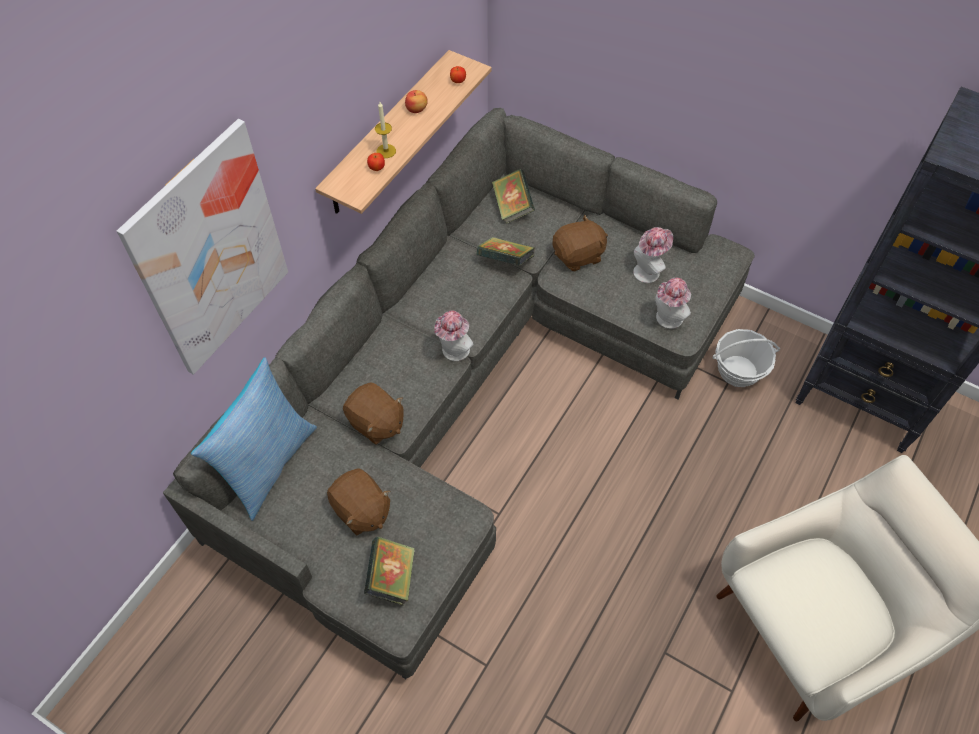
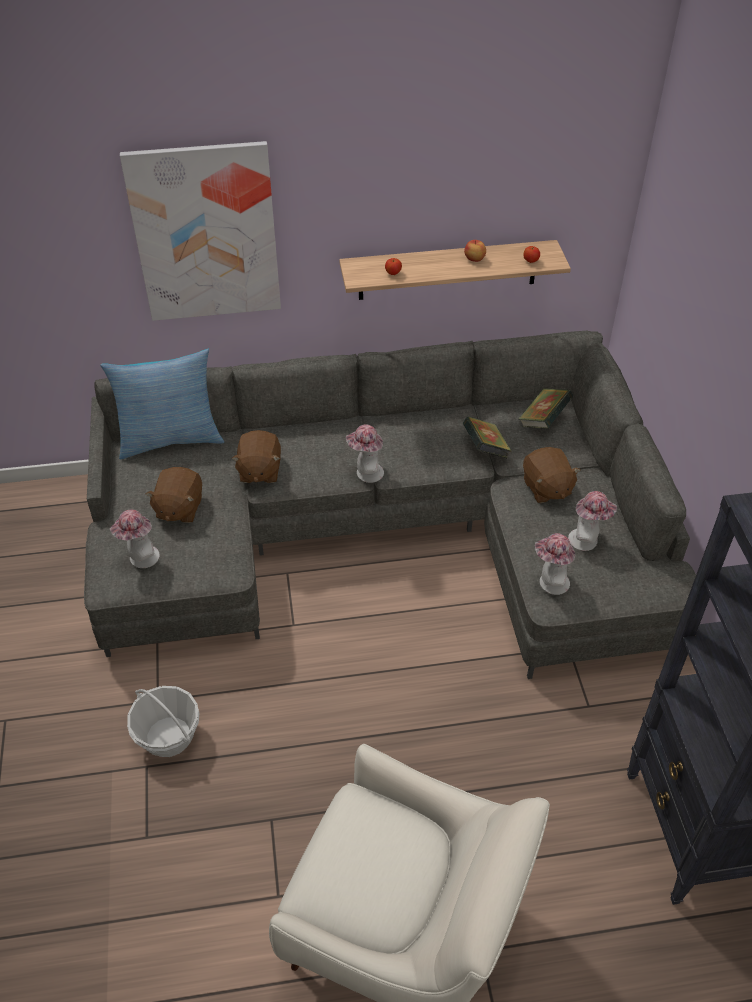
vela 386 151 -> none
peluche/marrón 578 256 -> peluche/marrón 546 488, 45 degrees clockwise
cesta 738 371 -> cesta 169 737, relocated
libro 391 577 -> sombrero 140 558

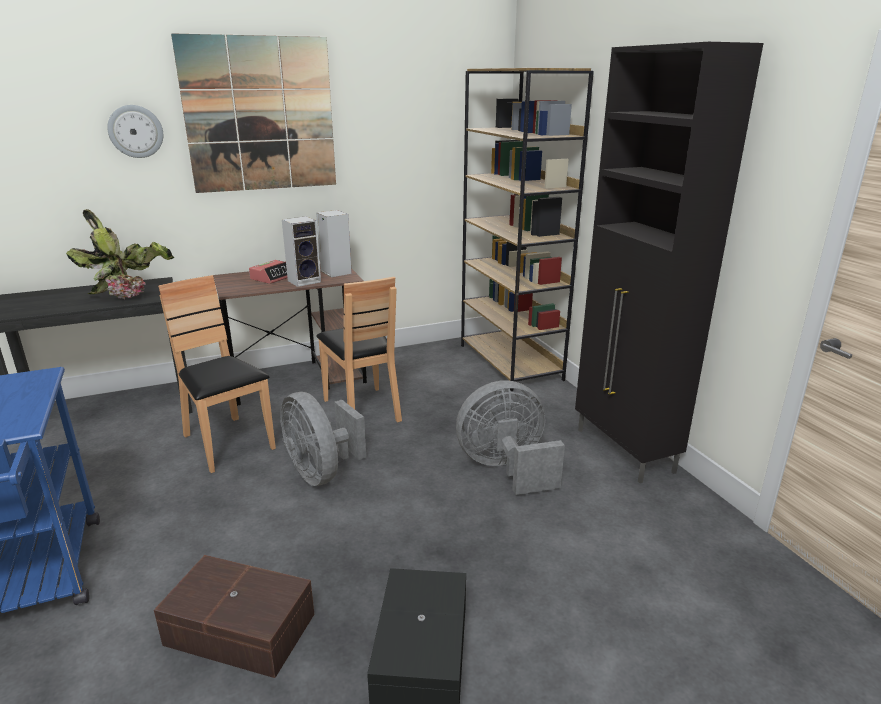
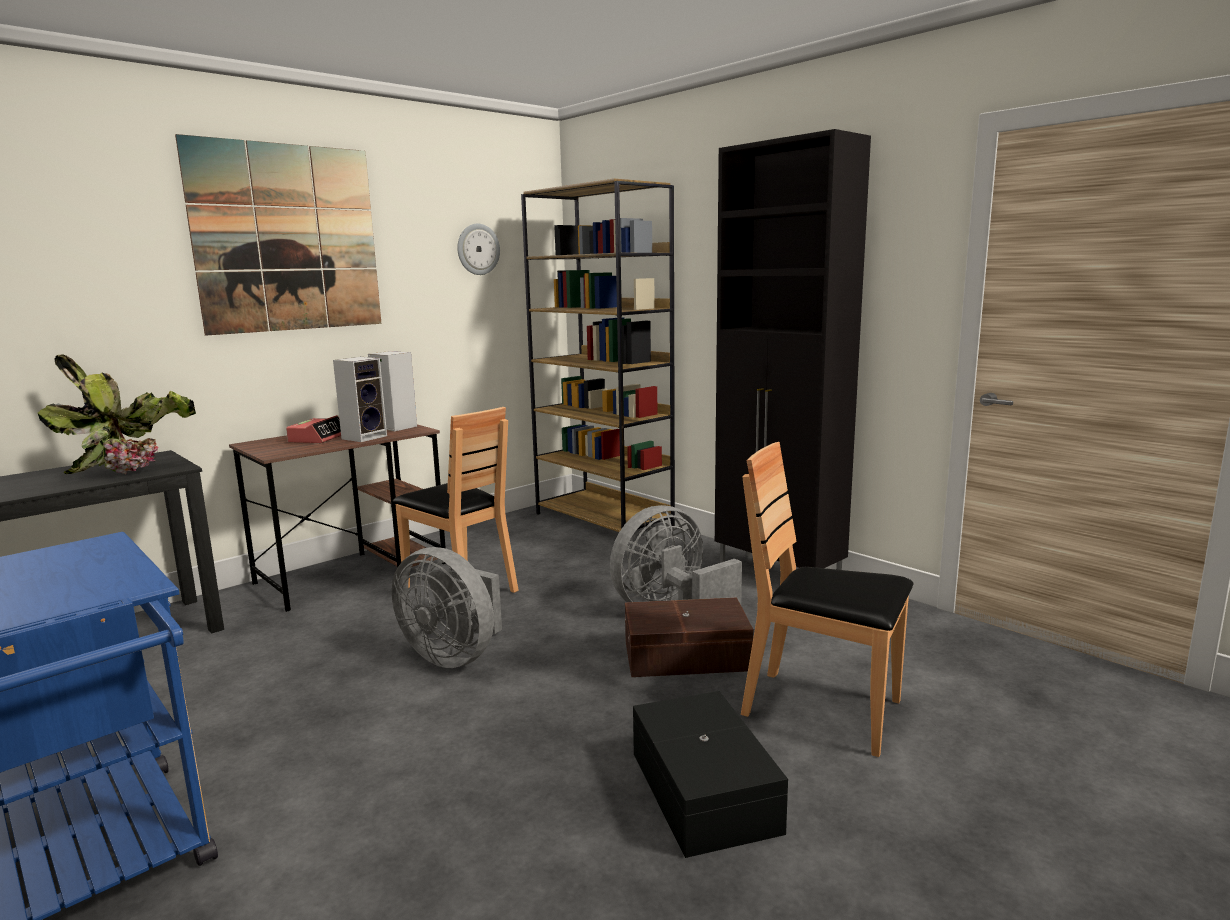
reloj de pared 136 131 -> reloj de pared 478 249, relocated
silla/marrón 227 443 -> silla/marrón 823 710, relocated
caja de almacenaje/marrón 240 631 -> caja de almacenaje/marrón 687 656, relocated

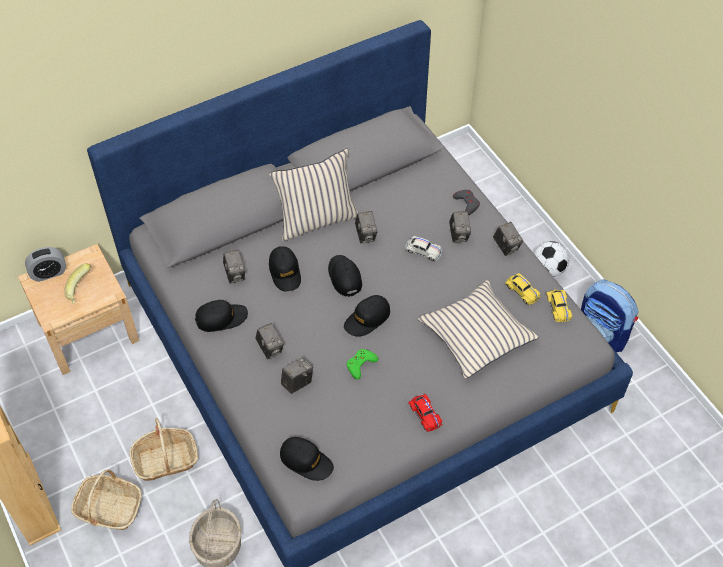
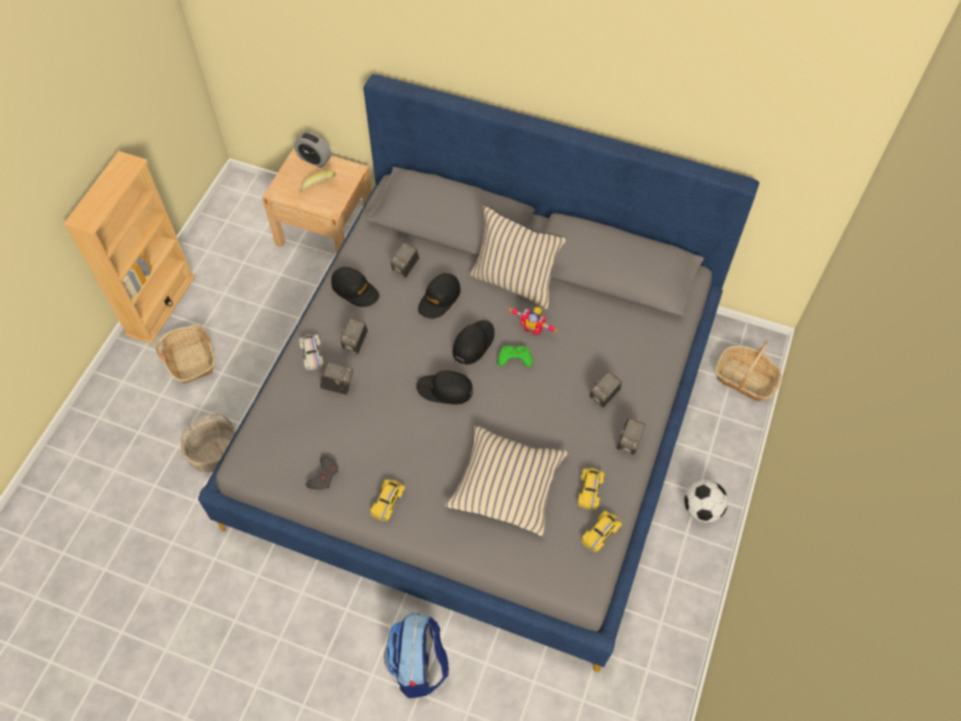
mando de consola/gris 467 203 -> mando de consola/gris 324 475, relocated
cámara 366 235 -> robot de juguete 533 328
coche de juguete/blanco 423 251 -> coche de juguete/blanco 312 354, relocated
mochila 602 333 -> mochila 418 665, relocated
mando de consola/verde 360 365 -> mando de consola/verde 514 358, relocated
coche de juguete/rojo 425 414 -> coche de juguete/amarillo 388 501
cesta 166 460 -> cesta 745 379, relocated
gorra/negro 306 461 -> none

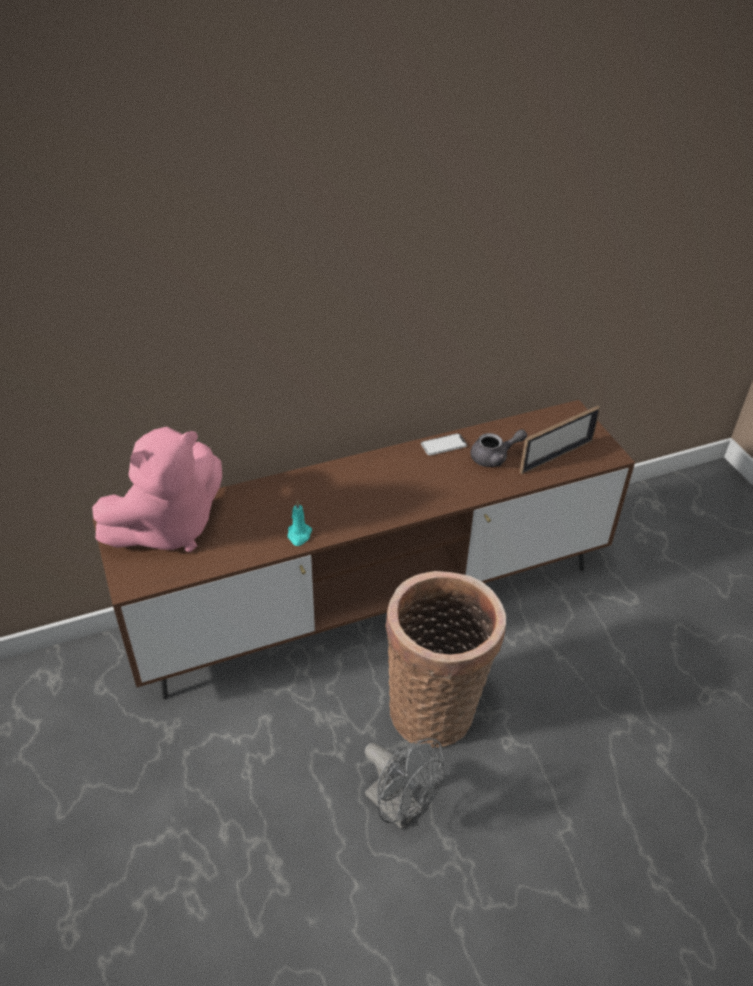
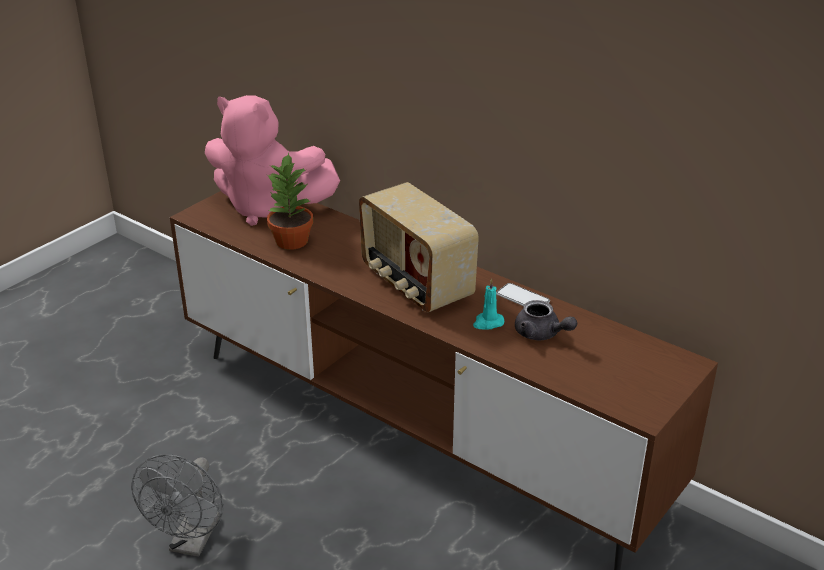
portarretratos 556 456 -> none
vela/turquesa 299 535 -> vela/turquesa 488 323, relocated
cesta 435 707 -> none
none -> planta en maceta 291 241
none -> radio 415 284

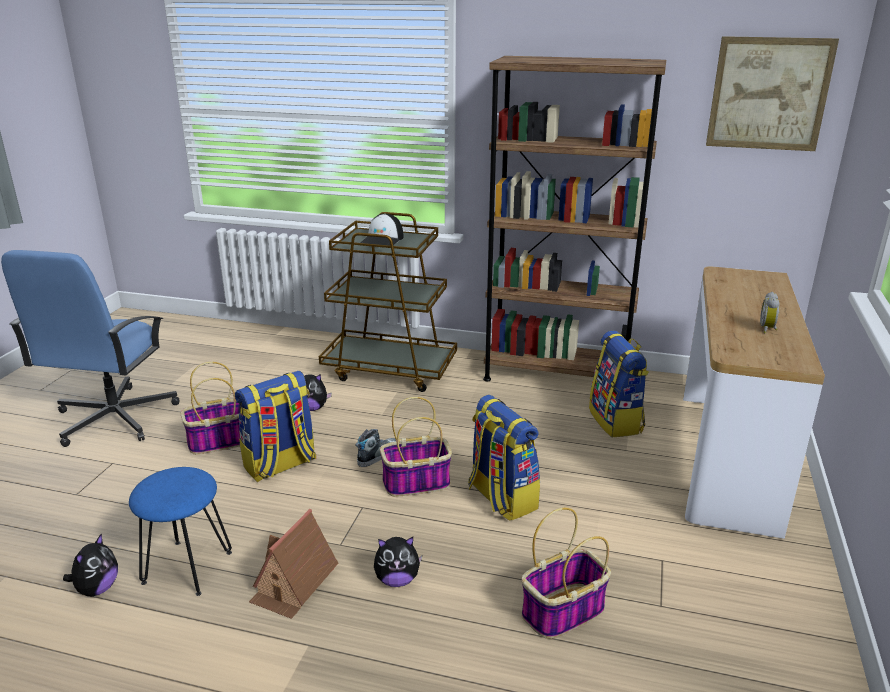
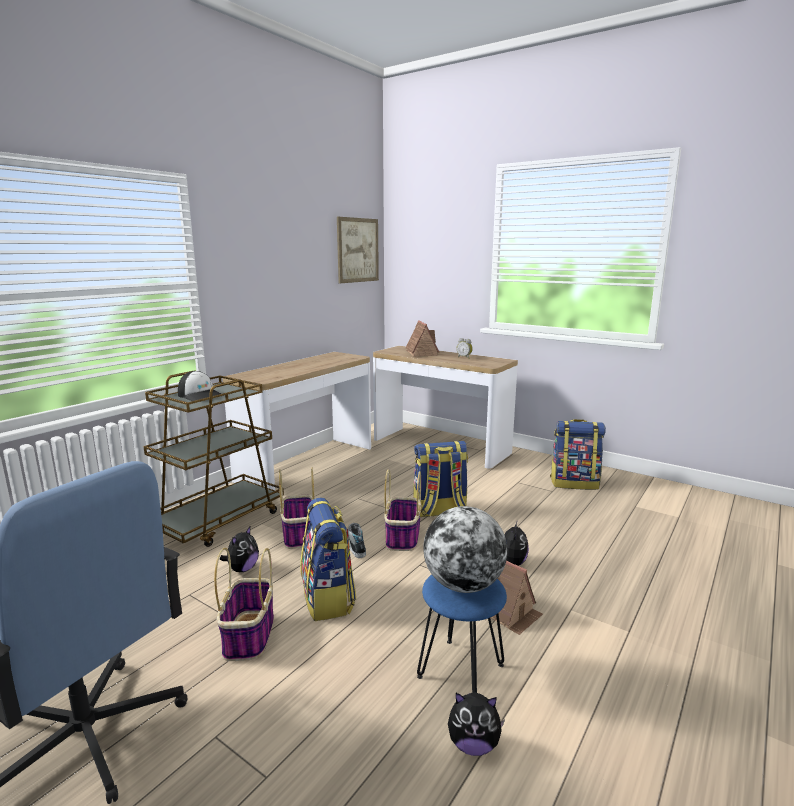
estantería/marrón 556 375 -> mesa consola 307 464
mochila 616 421 -> mochila 574 483, relocated
cesta 562 612 -> cesta 299 535, relocated
peluche 97 589 -> peluche 473 744, 150 degrees clockwise
none -> casita 421 353
none -> globo terráqueo 463 585

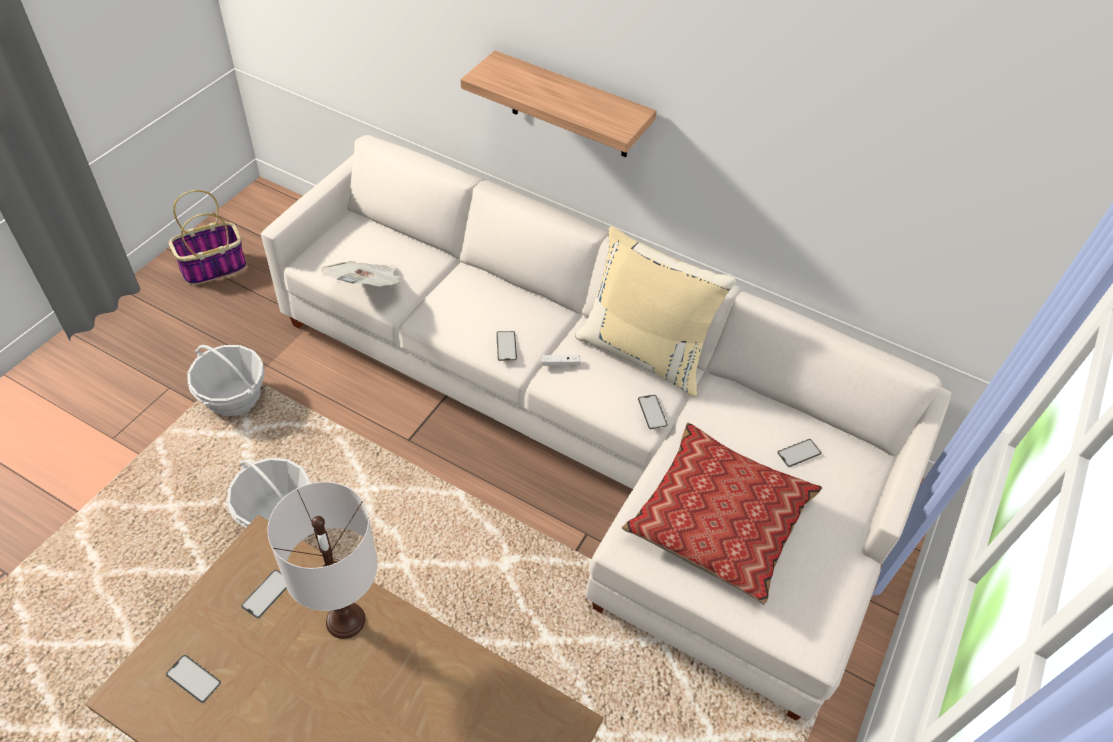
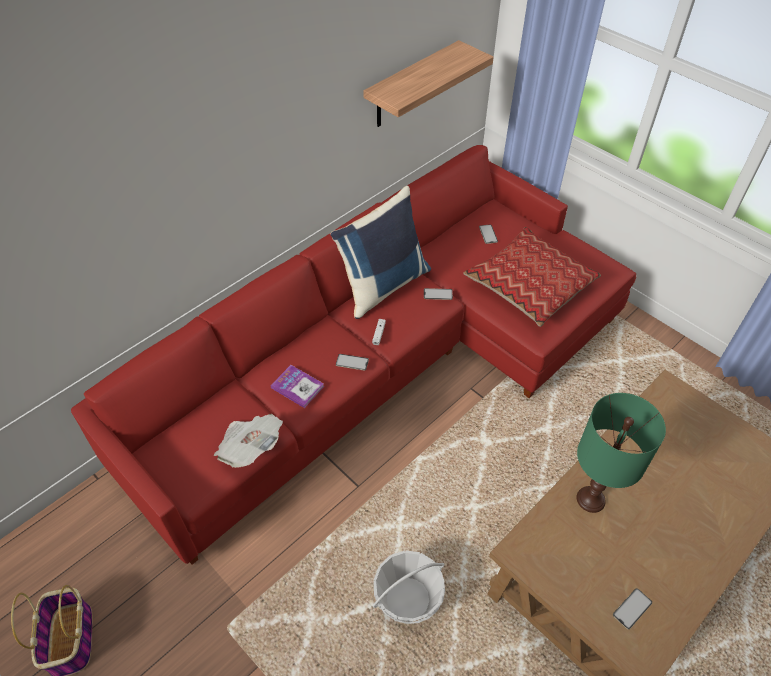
estante 571 107 -> estante 412 86, relocated
sofá/blanco 599 432 -> sofá/rojo 387 360
cojín/beis 644 353 -> cojín/azul 383 285
cesta 234 398 -> none
lámpara de mesa/blanco 345 621 -> lámpara de mesa/verde 591 499
móvil 267 594 -> none
none -> libro 297 387

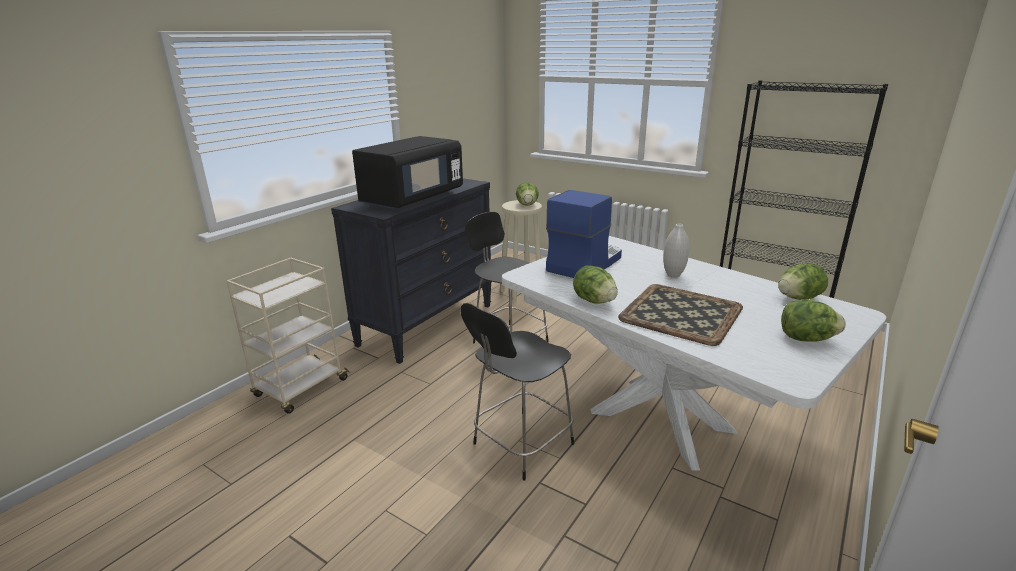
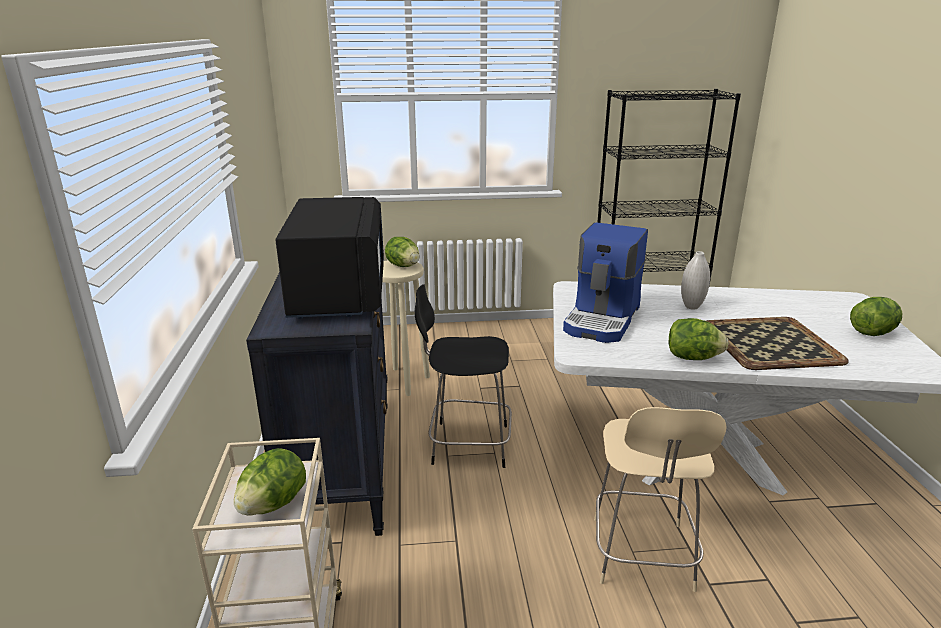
cafetera 584 263 -> cafetera 603 320, 150 degrees counterclockwise
lechuga 798 298 -> lechuga 273 504, relocated
silla/negro 520 445 -> silla/beis 642 556

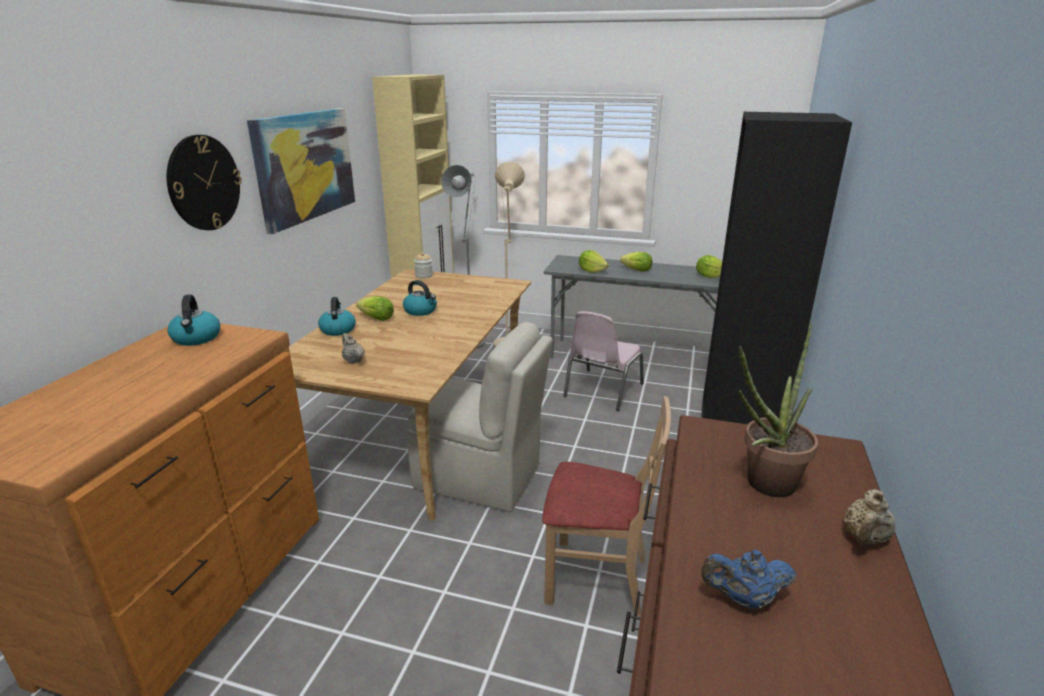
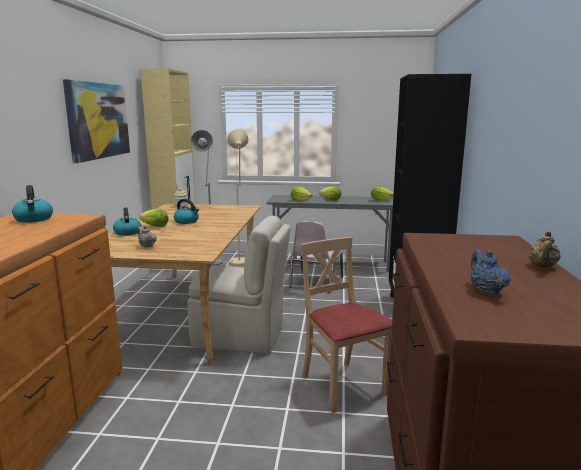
reloj de pared 204 183 -> none
planta en maceta 763 486 -> none
silla/beis 596 578 -> silla/beis 342 385, 120 degrees counterclockwise
tetera/azul 743 599 -> tetera/azul 485 290, 90 degrees clockwise

